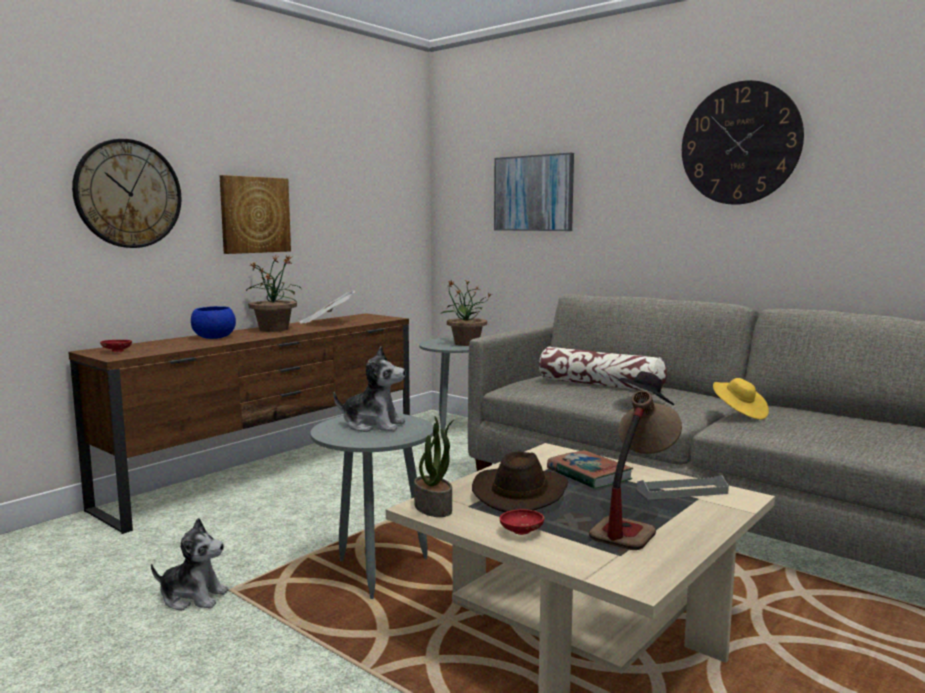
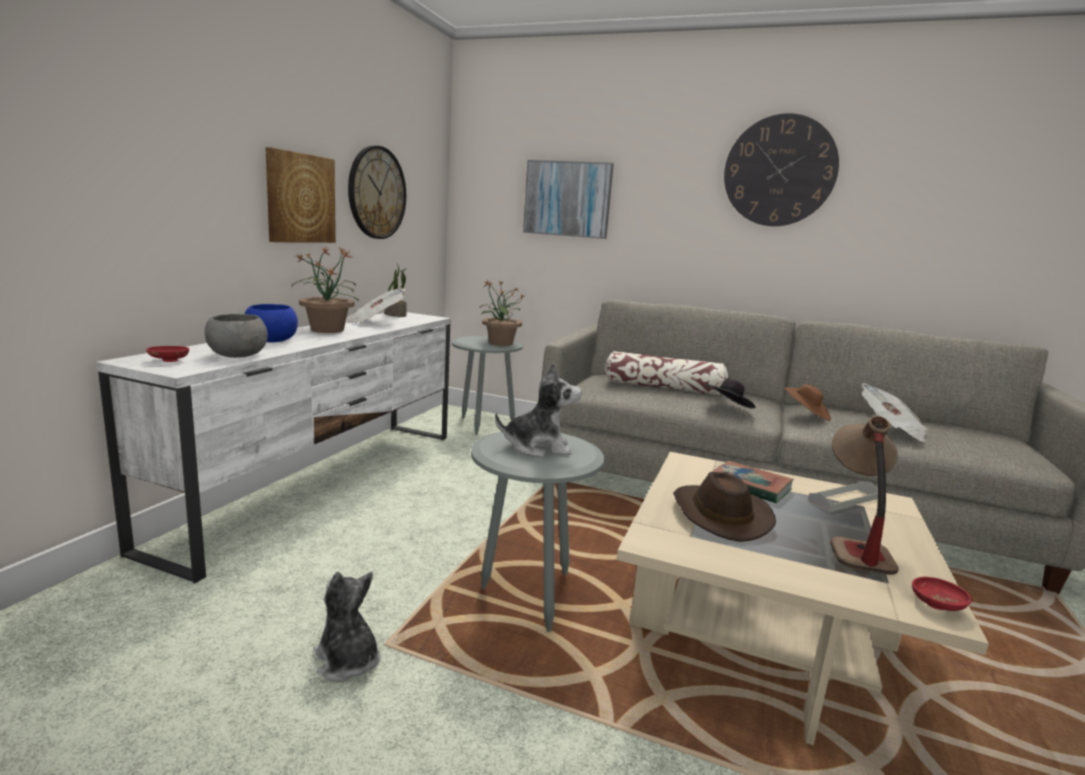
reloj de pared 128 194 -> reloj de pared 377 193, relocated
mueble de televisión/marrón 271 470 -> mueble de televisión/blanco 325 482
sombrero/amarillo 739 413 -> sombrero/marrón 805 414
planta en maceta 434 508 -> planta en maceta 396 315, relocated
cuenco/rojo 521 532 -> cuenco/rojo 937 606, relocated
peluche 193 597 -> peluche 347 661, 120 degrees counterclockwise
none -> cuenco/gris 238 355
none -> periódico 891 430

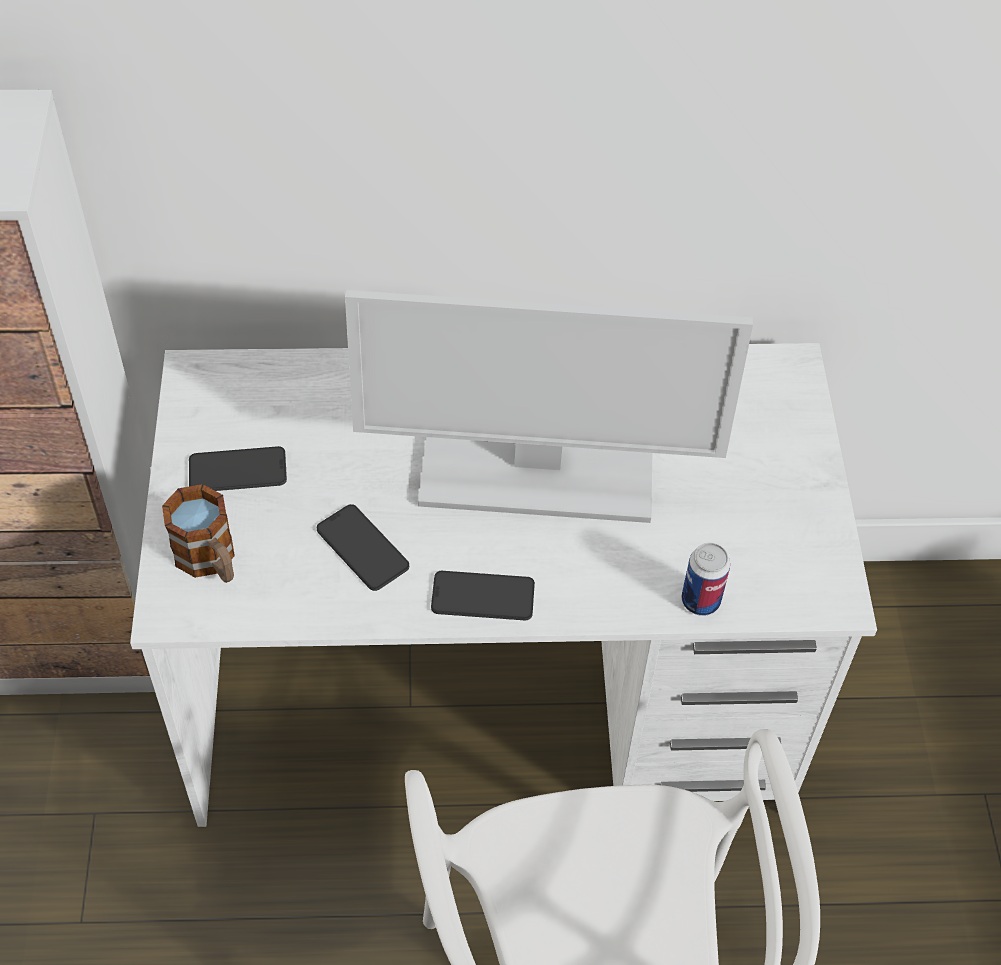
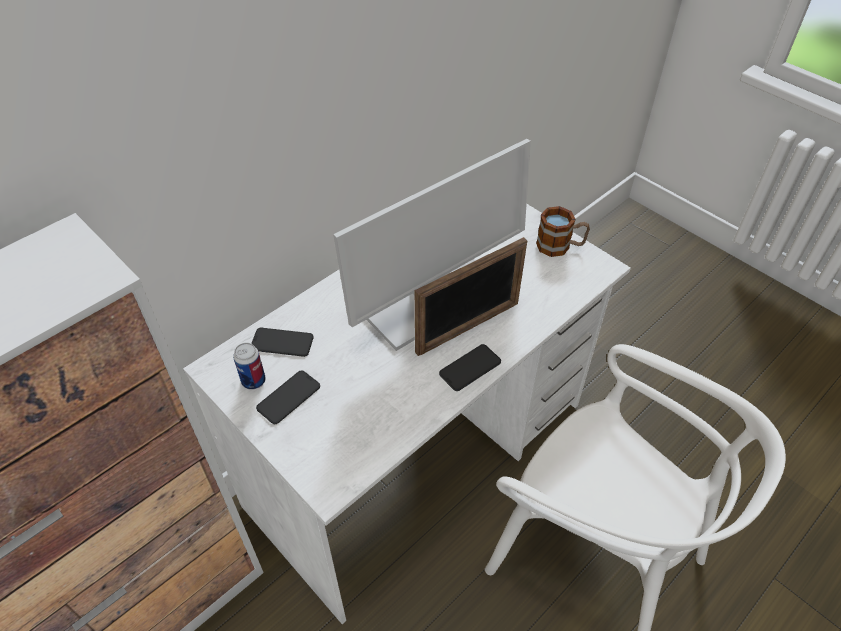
taza grande 210 561 -> taza grande 560 246, relocated
móvil 362 548 -> móvil 282 342, relocated
lata 700 601 -> lata 253 381, relocated
none -> portarretratos 468 327

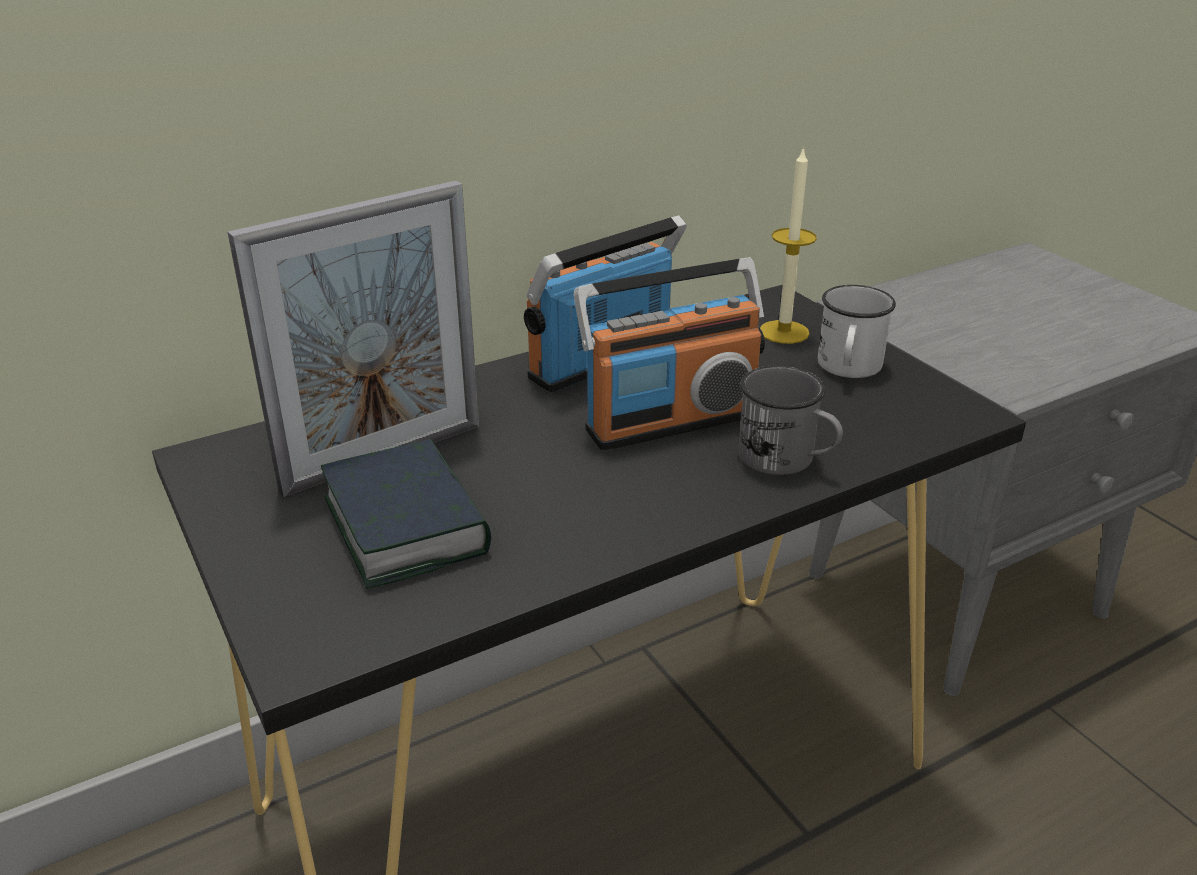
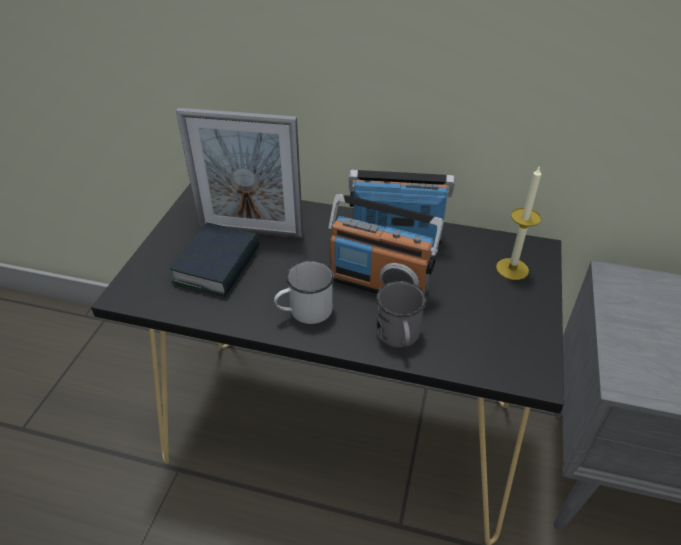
taza grande/blanco 848 368 -> taza grande/blanco 304 311, relocated

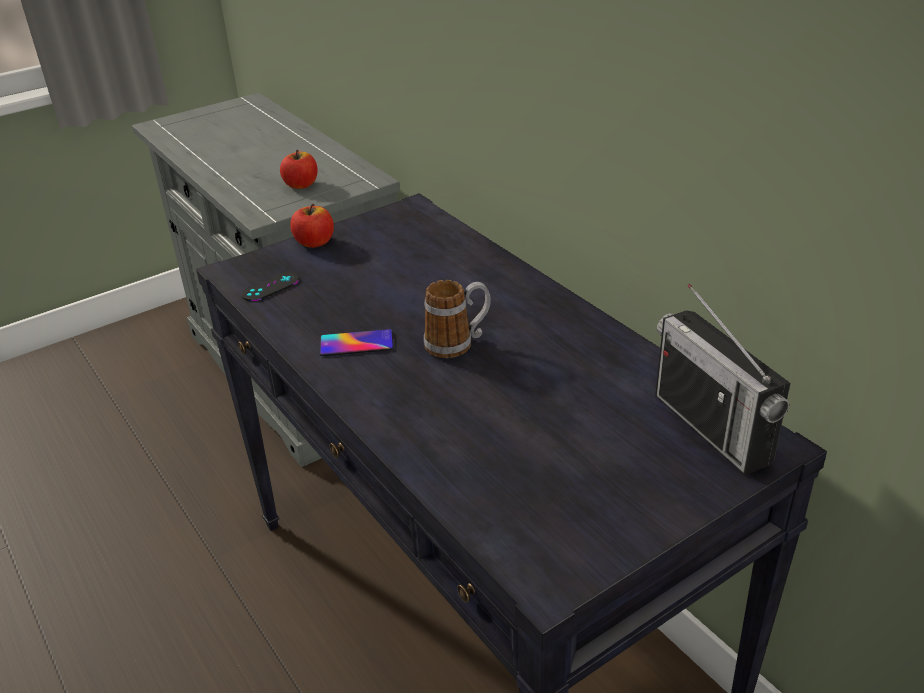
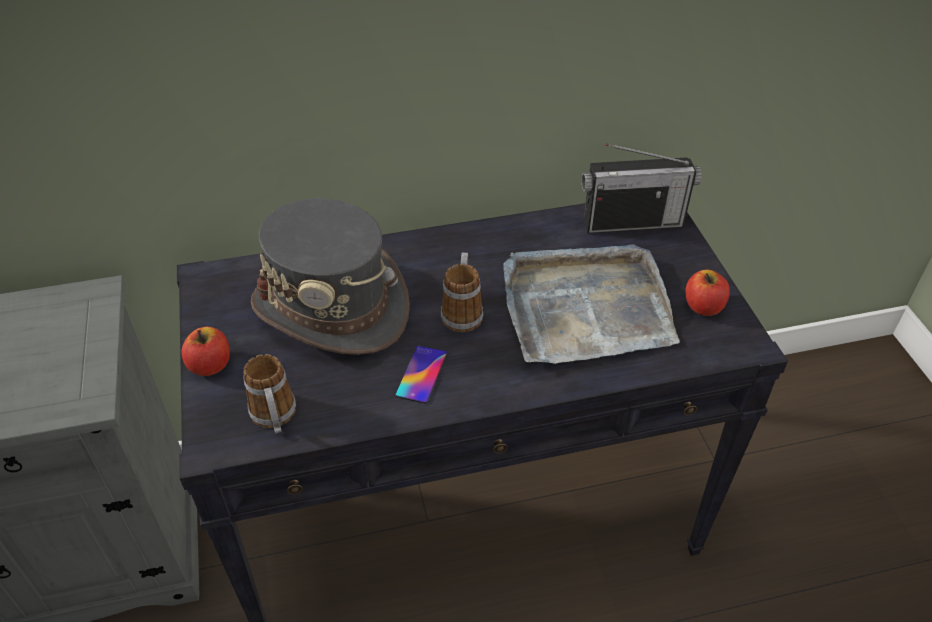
manzana 301 185 -> manzana 703 306, relocated
mando de consola/negro 270 287 -> taza grande 275 418
none -> sombrero/gris 332 307
none -> bandeja/gris 585 308

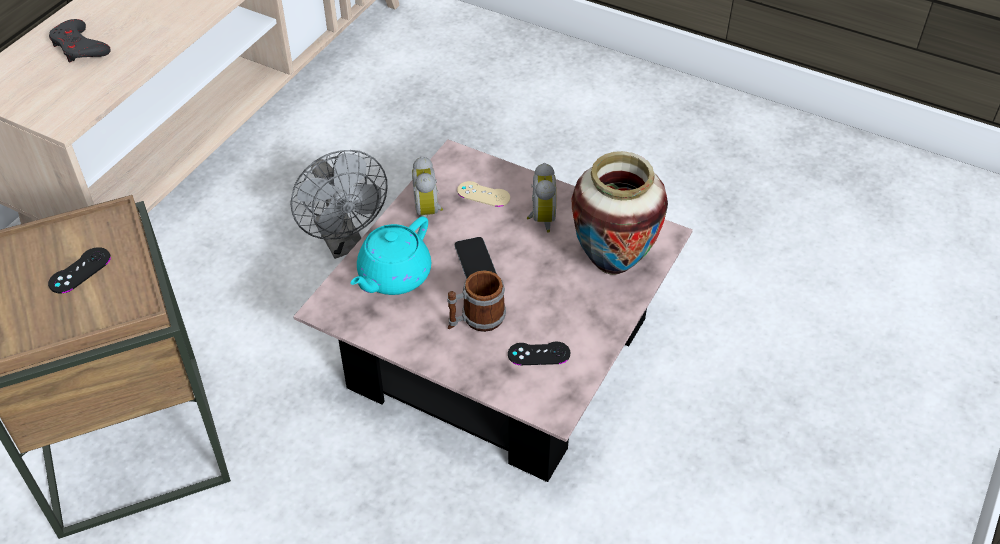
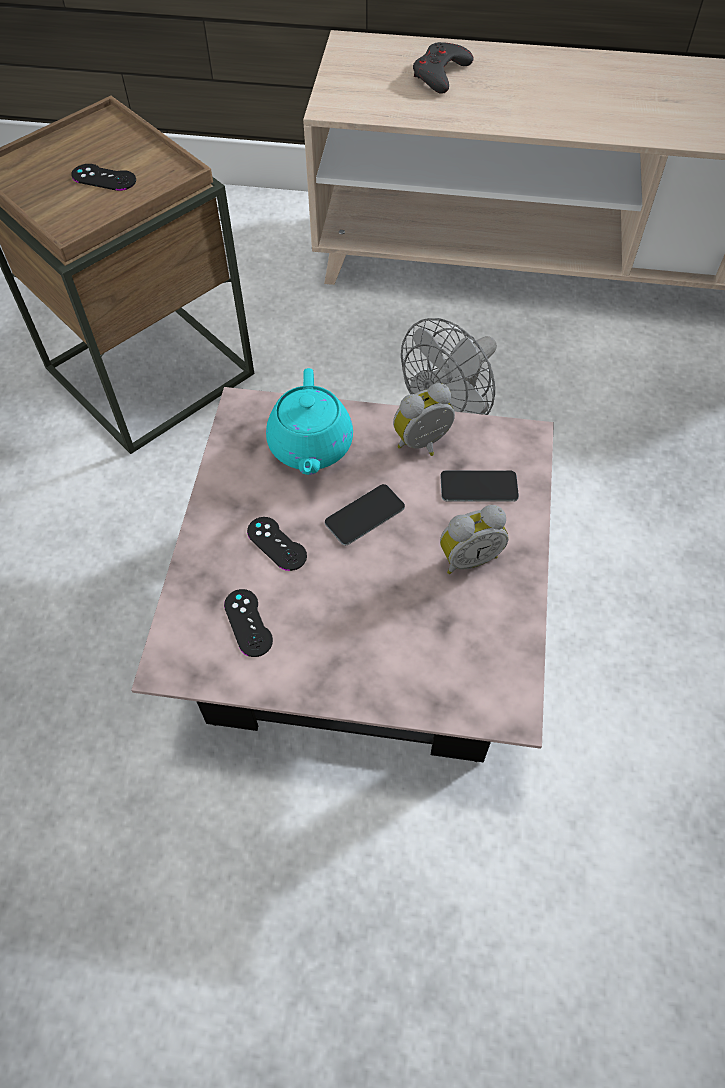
florero 612 264 -> none
mando de consola/beis 483 194 -> móvil 479 486
tetera/turquesa 393 276 -> tetera/turquesa 310 447, 105 degrees counterclockwise
taza grande 476 320 -> mando de consola/negro 277 544

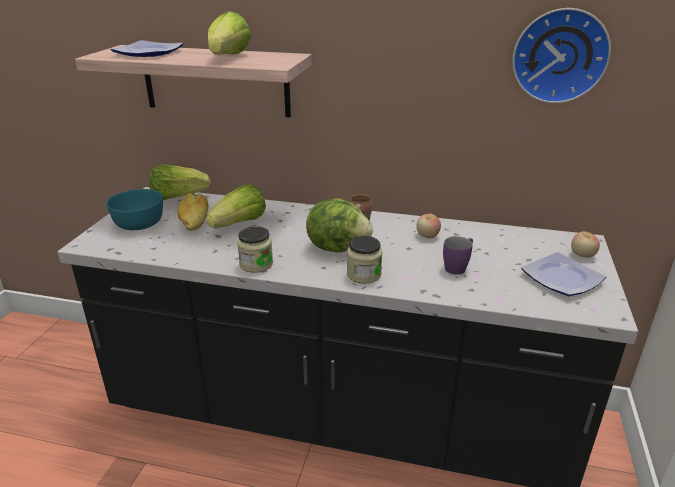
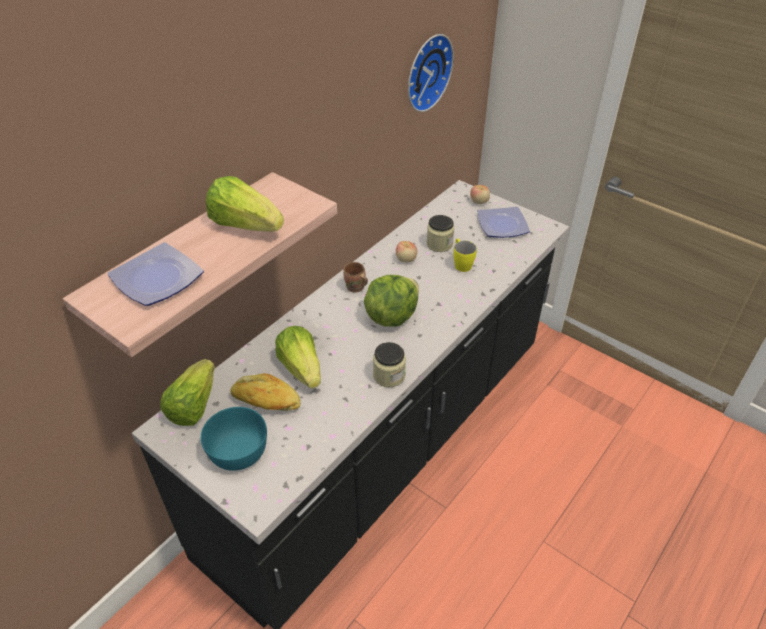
tarro 364 275 -> tarro 439 244, relocated
taza grande/morado 458 267 -> taza grande/amarillo 461 263

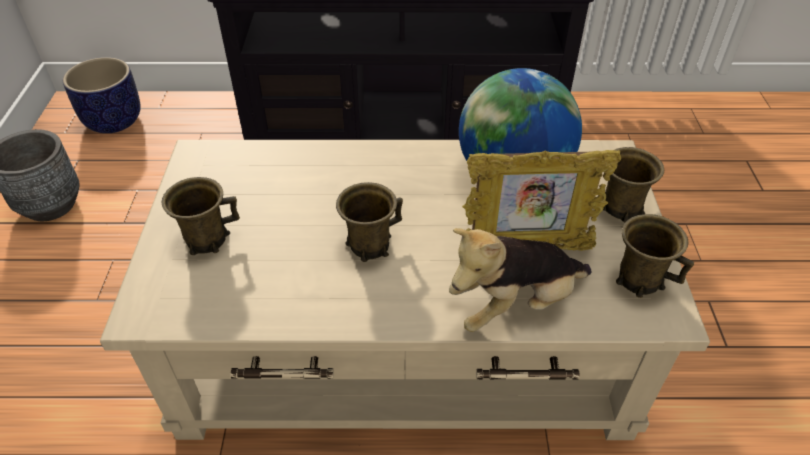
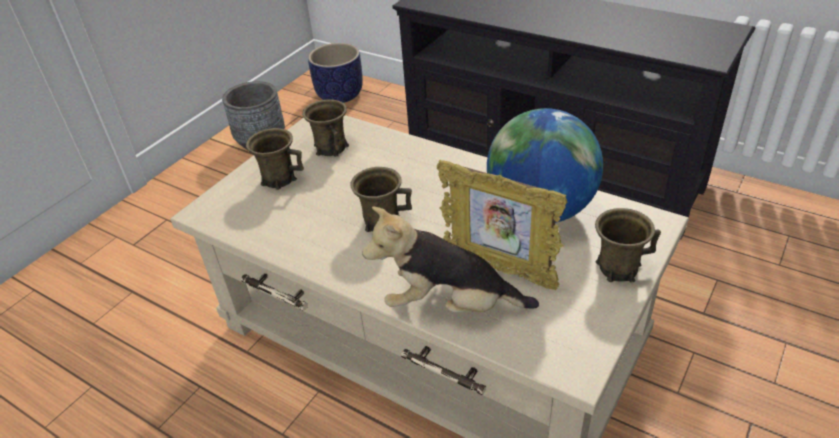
taza grande/marrón 639 278 -> taza grande/marrón 331 148, relocated

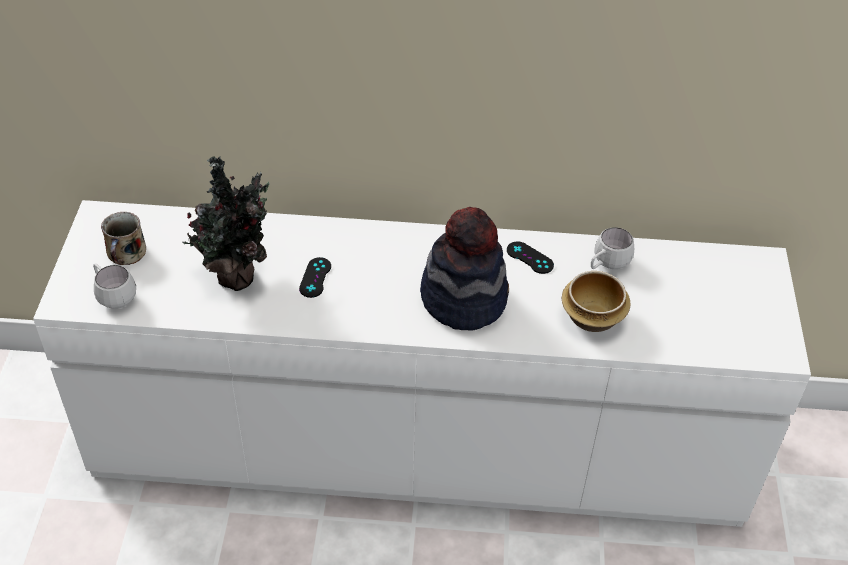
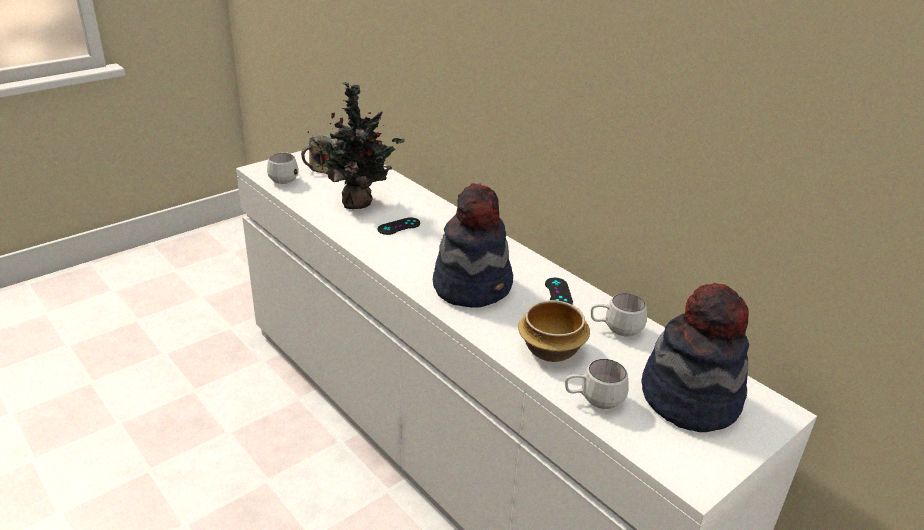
none -> sombrero 690 398
none -> taza grande/blanco 593 400

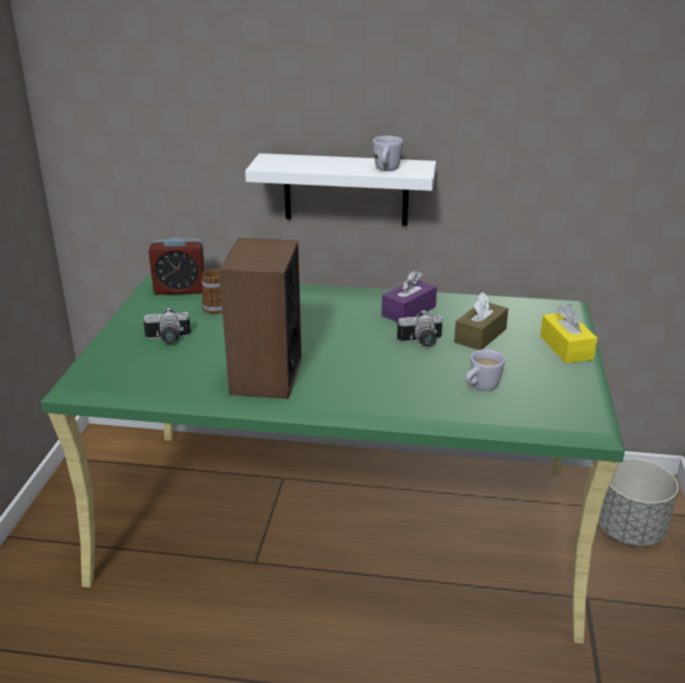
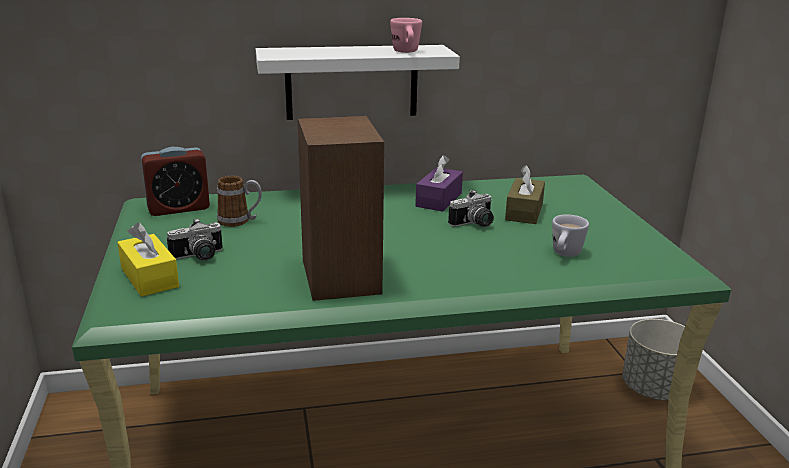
taza grande/blanco 386 170 -> taza grande/rosa 406 52
caja de pañuelos/amarillo 566 348 -> caja de pañuelos/amarillo 149 277, relocated

